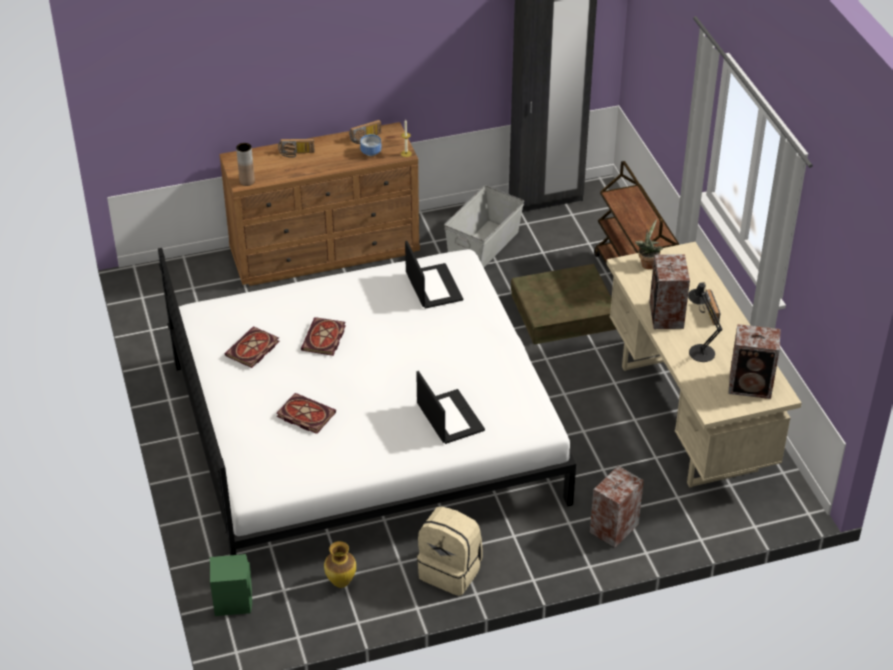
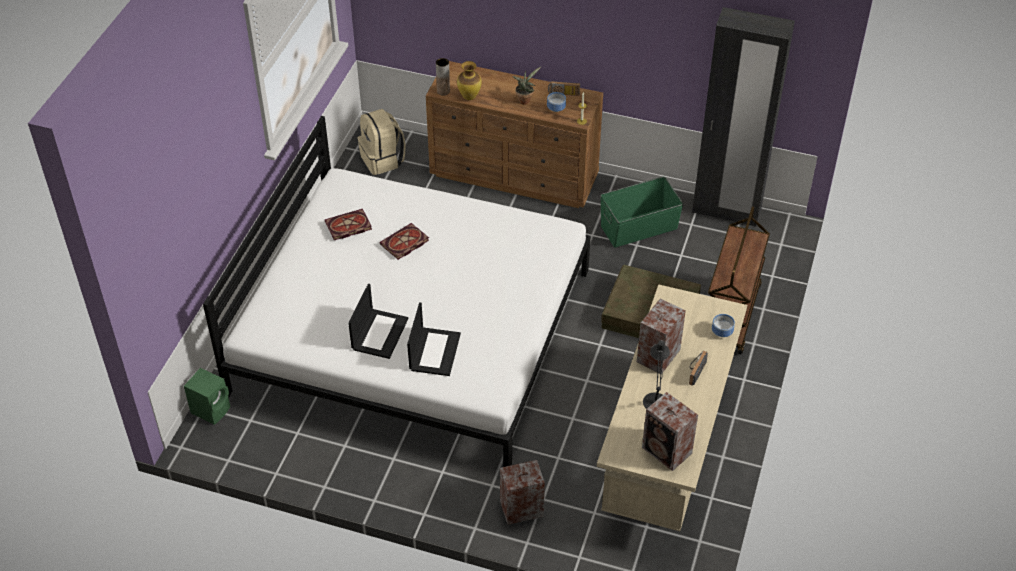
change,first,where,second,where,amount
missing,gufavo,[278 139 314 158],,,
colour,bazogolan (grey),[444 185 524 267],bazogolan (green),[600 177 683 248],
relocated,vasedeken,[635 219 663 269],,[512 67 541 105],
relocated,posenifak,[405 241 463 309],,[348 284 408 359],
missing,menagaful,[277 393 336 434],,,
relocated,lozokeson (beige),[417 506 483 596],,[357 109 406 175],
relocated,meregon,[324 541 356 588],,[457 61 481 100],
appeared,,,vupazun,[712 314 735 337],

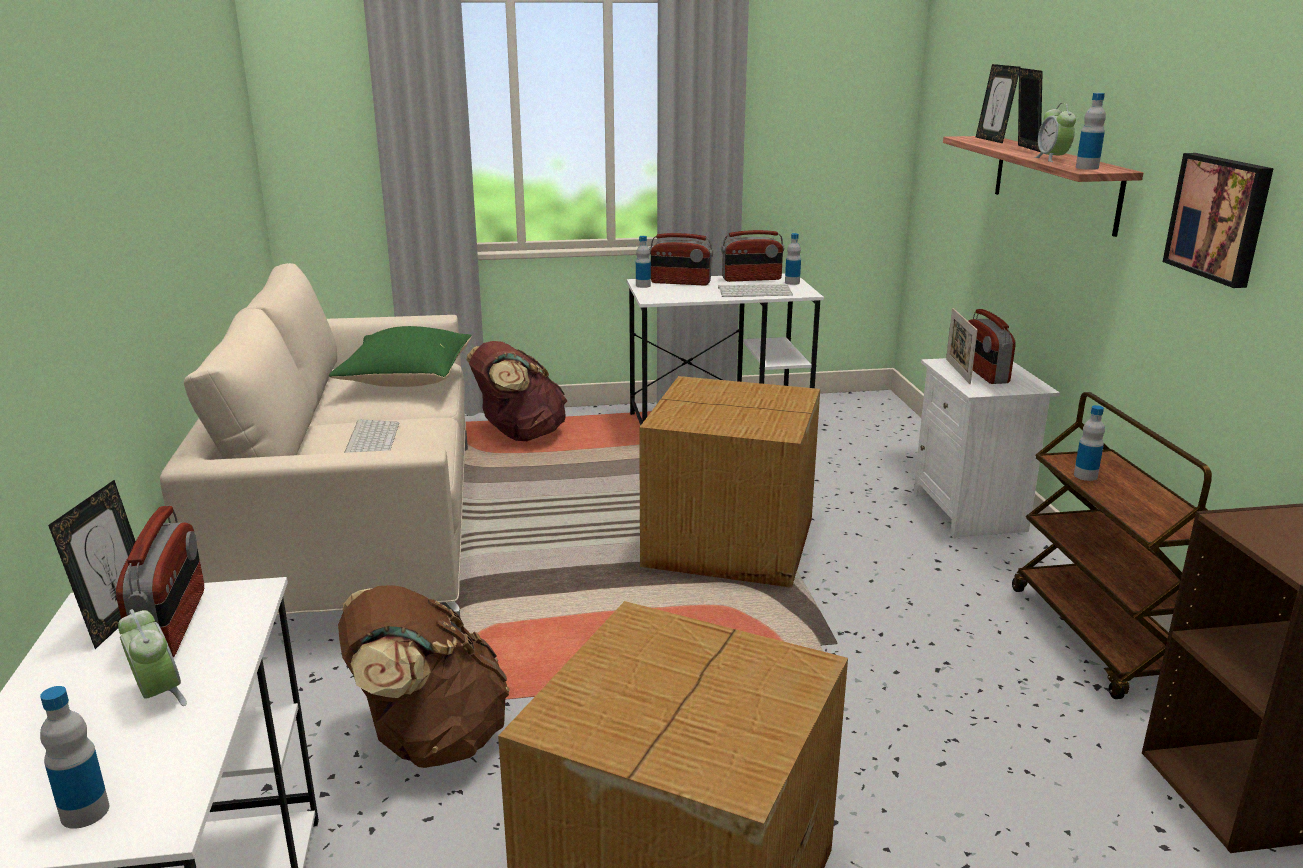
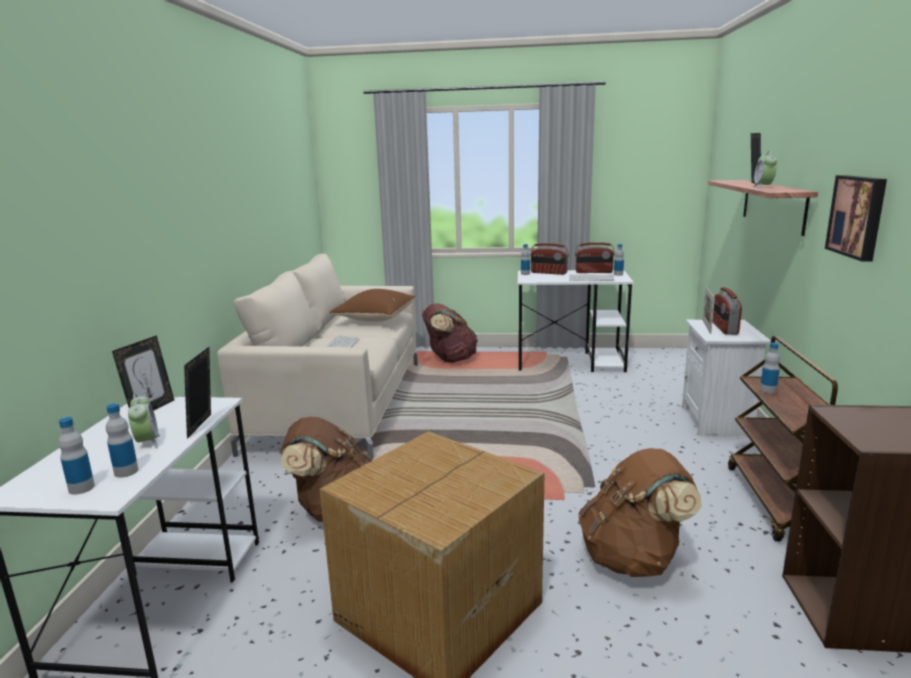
change,first,where,second,where,amount
relocated,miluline,[976 64 1021 143],,[184 347 211 438],
relocated,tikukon,[1076 93 1106 170],,[106 403 139 478],
colour,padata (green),[329 326 472 387],padata (brown),[330 289 417 322],
missing,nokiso,[639 376 820 588],,,
missing,gufavo,[116 506 204 657],,,
appeared,,,lozokeson (brown),[578 448 702 577],

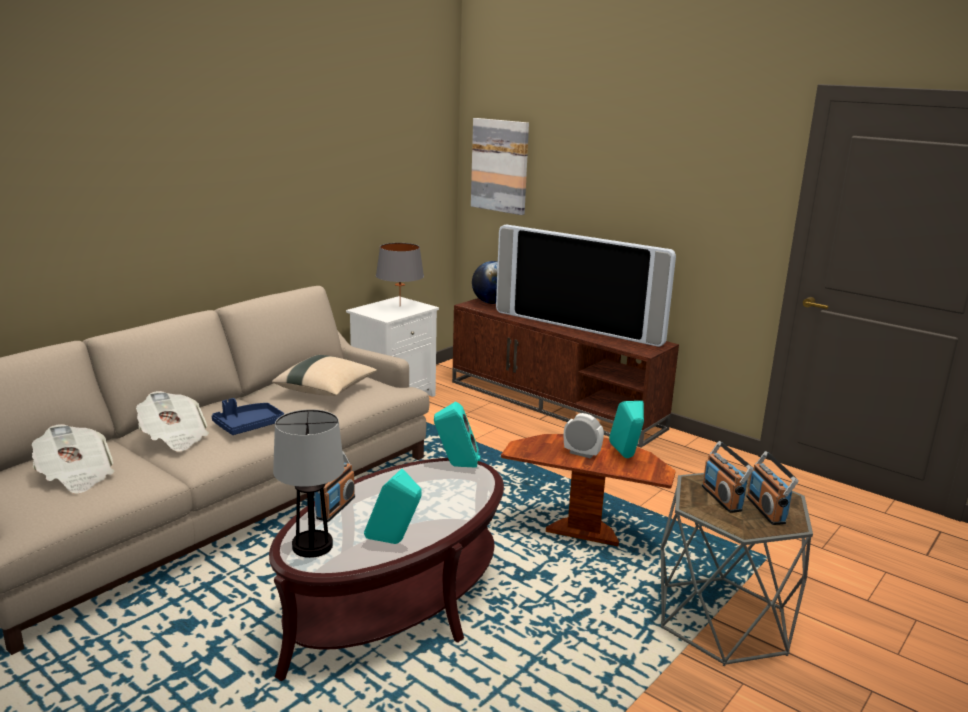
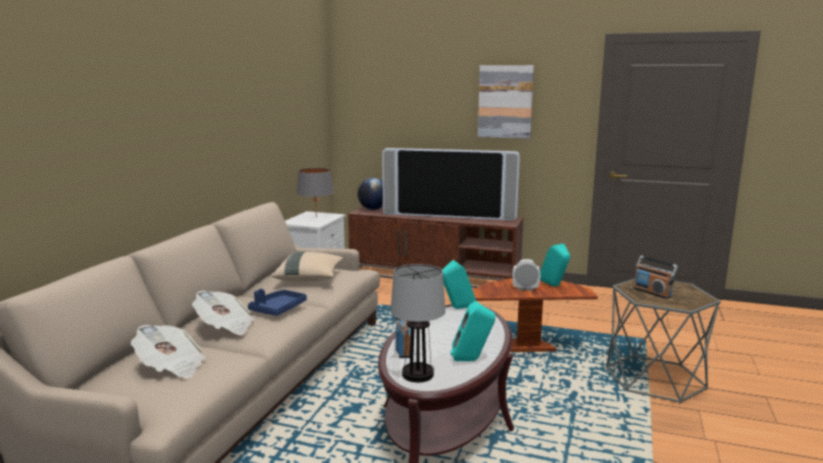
change,first,where,second,where,amount
relocated,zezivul,[471 118 529 215],,[478 65 534 139],
missing,gufavo,[746 451 799 525],,,

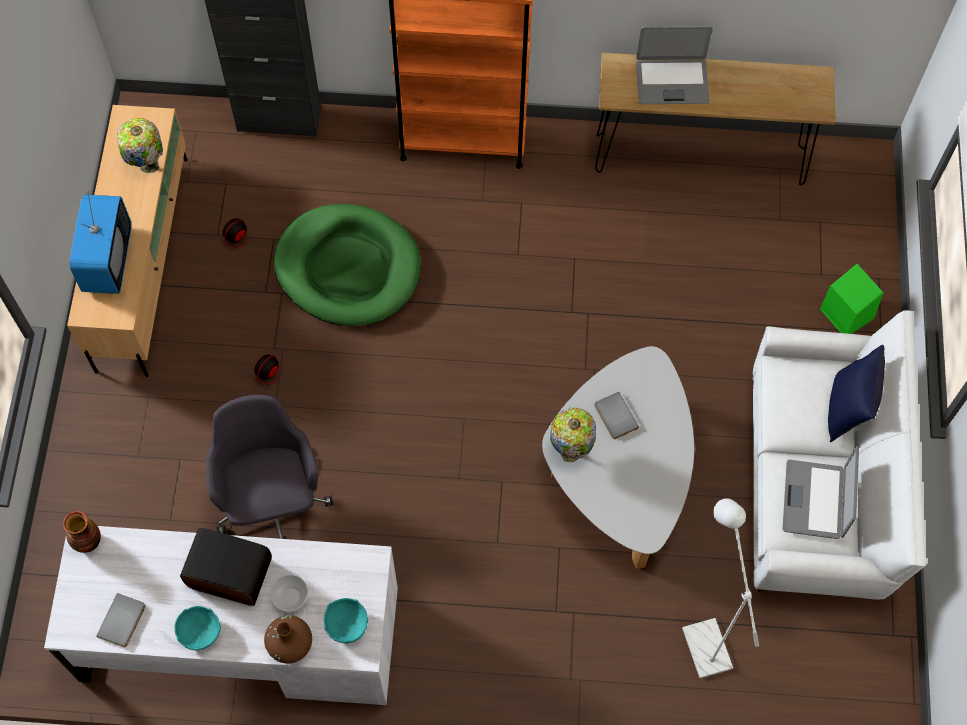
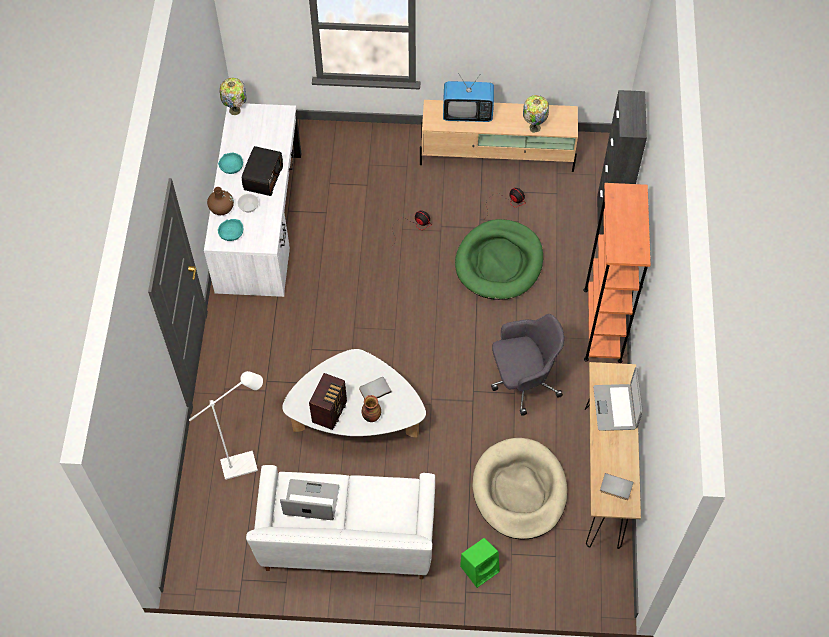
change,first,where,second,where,amount
missing,padata (blue),[828 345 885 442],,,
relocated,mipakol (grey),[205 395 334 539],,[491 314 564 416],
relocated,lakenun,[550 408 596 462],,[219 78 247 115],
relocated,meregon,[63 511 101 553],,[362 395 381 422],
relocated,menagaful (grey),[96 593 146 647],,[600 473 633 500],
appeared,,,gufavo,[309 373 347 430],
appeared,,,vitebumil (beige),[473 438 567 540],

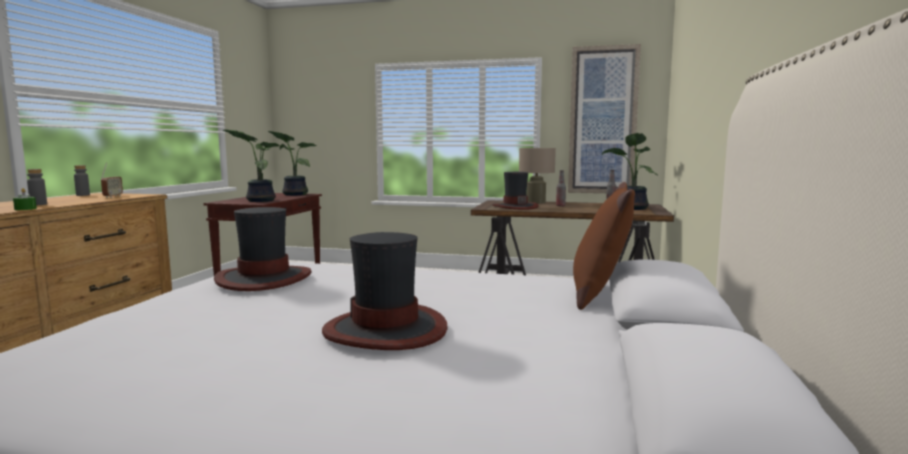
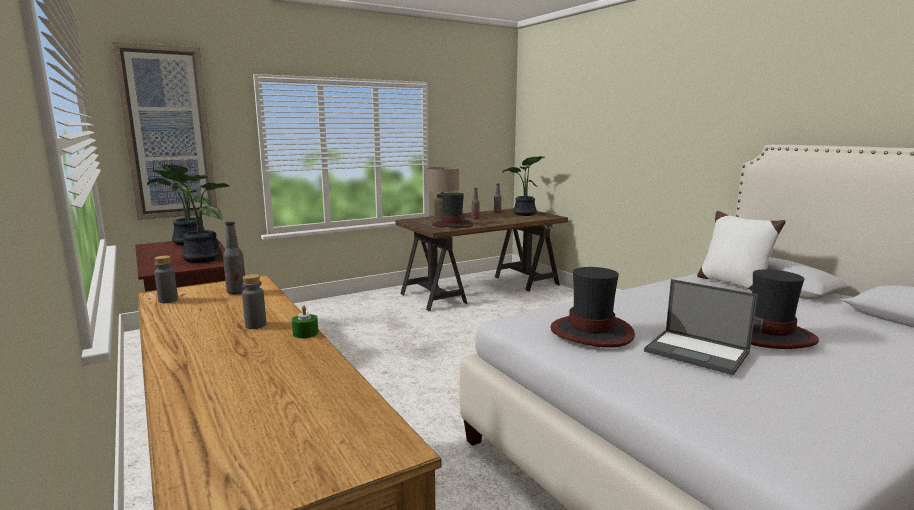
change,first,where,second,where,amount
relocated,zezivul,[568 44 641 193],,[112 42 217 220],
exchanged,gufavo,[101 163 123 198],tikukon,[223 222 245 295],
colour,padata (brown),[573 182 635 310],padata (white),[697 211 786 290],
appeared,,,posenifak,[644 279 758 375],

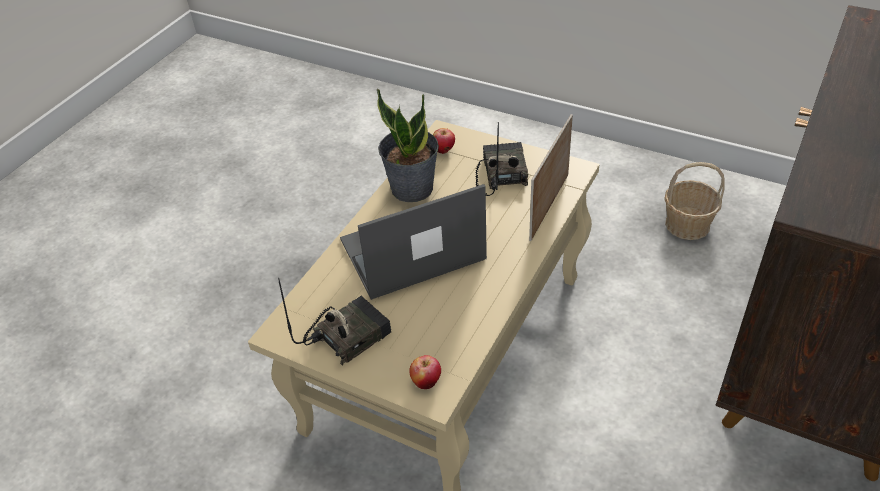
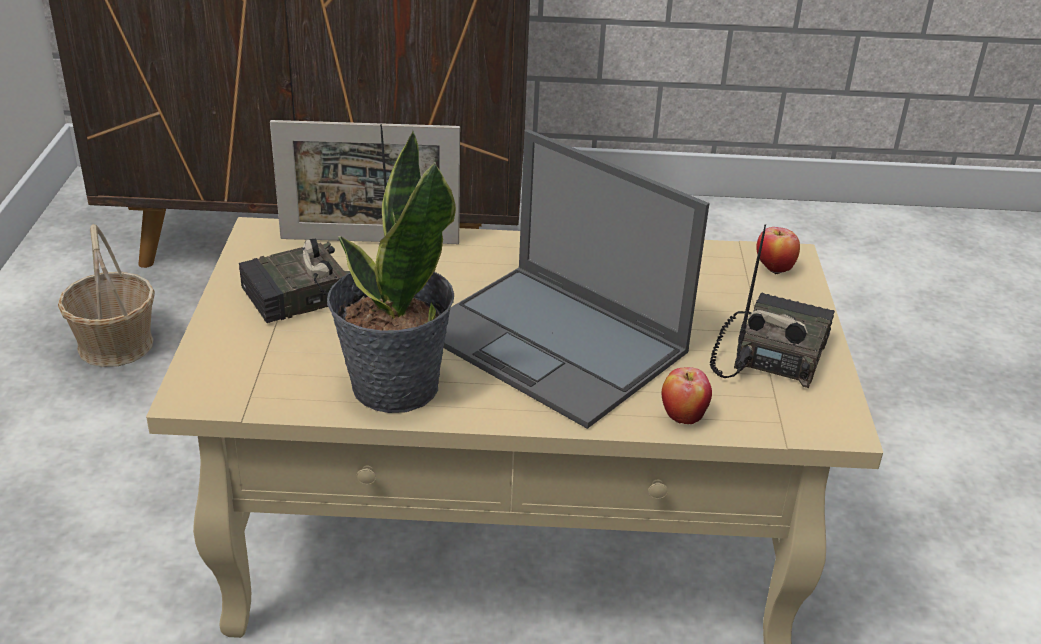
change,first,where,second,where,amount
relocated,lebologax,[433 128 455 154],,[662 367 712 424],
spun,gufavo,[278 278 391 366],,[710 224 835 388],90 degrees clockwise

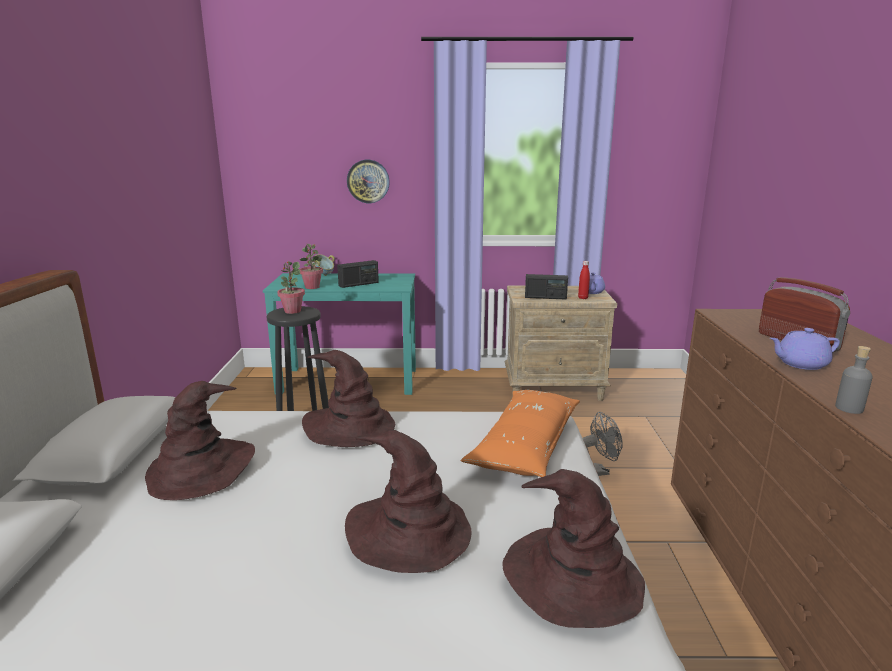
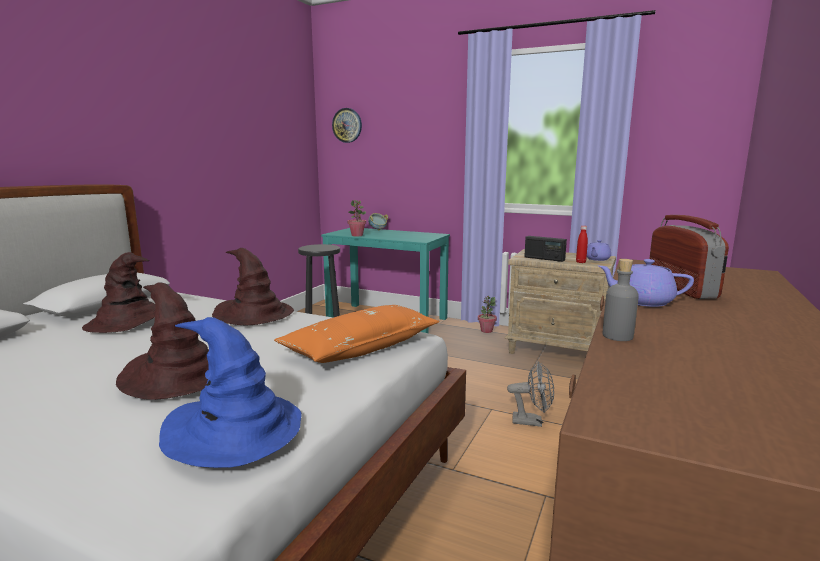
change,first,where,second,where,amount
relocated,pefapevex,[347 160 390 203],,[332 108 362 143],
missing,gufavo,[337 260 379 288],,,
relocated,vasedeken,[277 261 305 314],,[478 296 497 333],
colour,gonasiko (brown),[503 469 645 628],gonasiko (blue),[159 317 302 468],

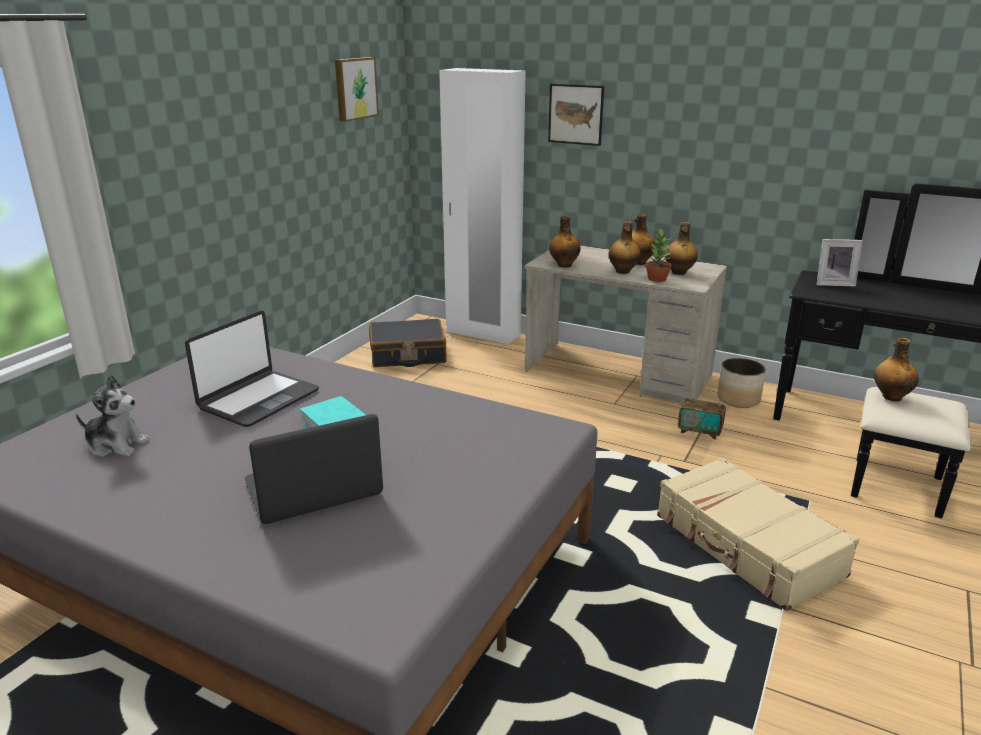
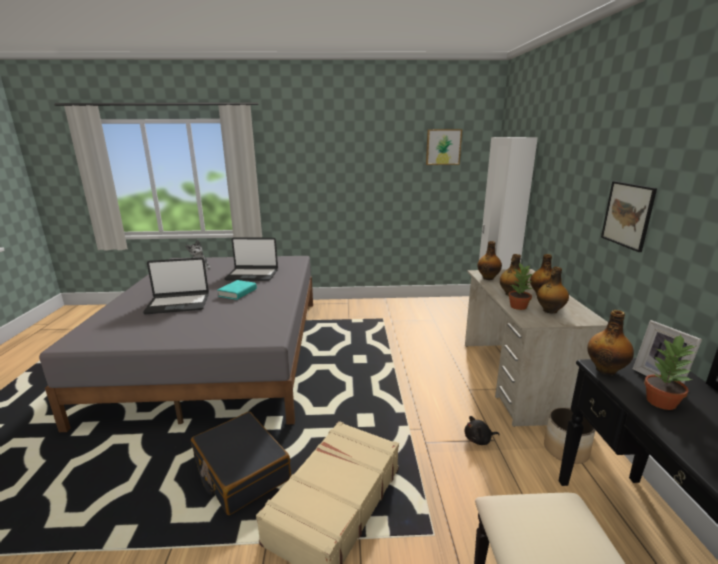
change,first,where,second,where,amount
relocated,zezivul,[548 84 604 146],,[601 181 657 252],
relocated,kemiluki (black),[369 319 447 367],,[191 412 291 515],
relocated,tikukon,[874 338 919 401],,[587 310 634 375],
exchanged,gufavo,[678 383 726 440],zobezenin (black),[465 416 500 445],
spun,posenifak,[245 414 383 524],,[143 258 209 314],135 degrees clockwise
appeared,,,vasedeken,[644 335 696 410],

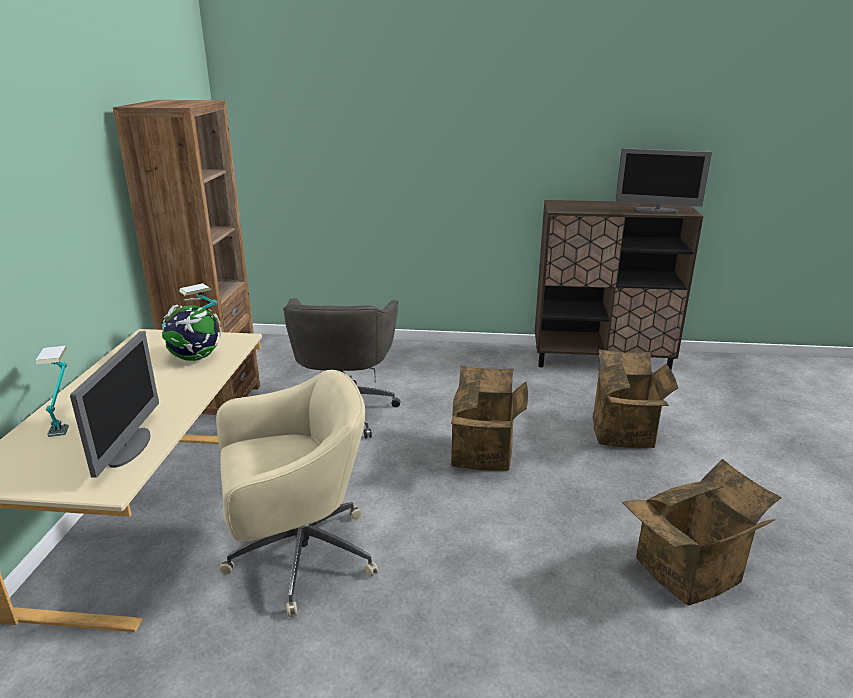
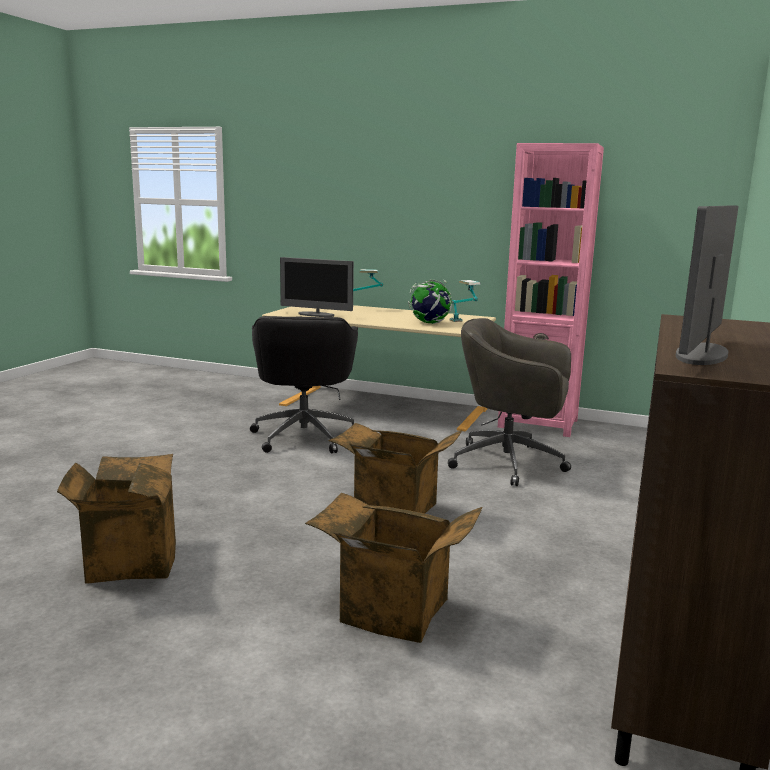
change,first,where,second,where,amount
colour,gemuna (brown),[113 100 260 415],gemuna (pink),[498 143 604 437],
colour,mipakol (beige),[216 370 378 617],mipakol (black),[250 316 358 454],

